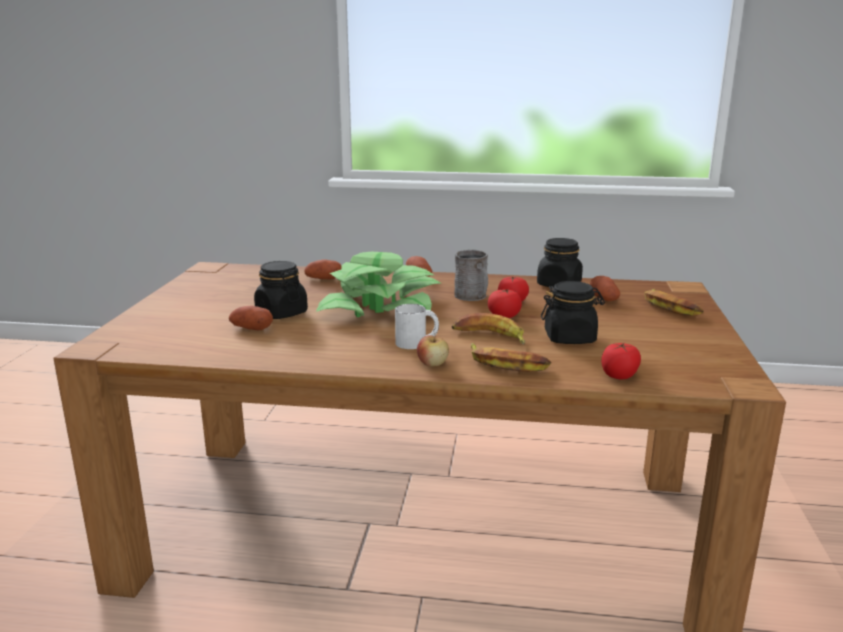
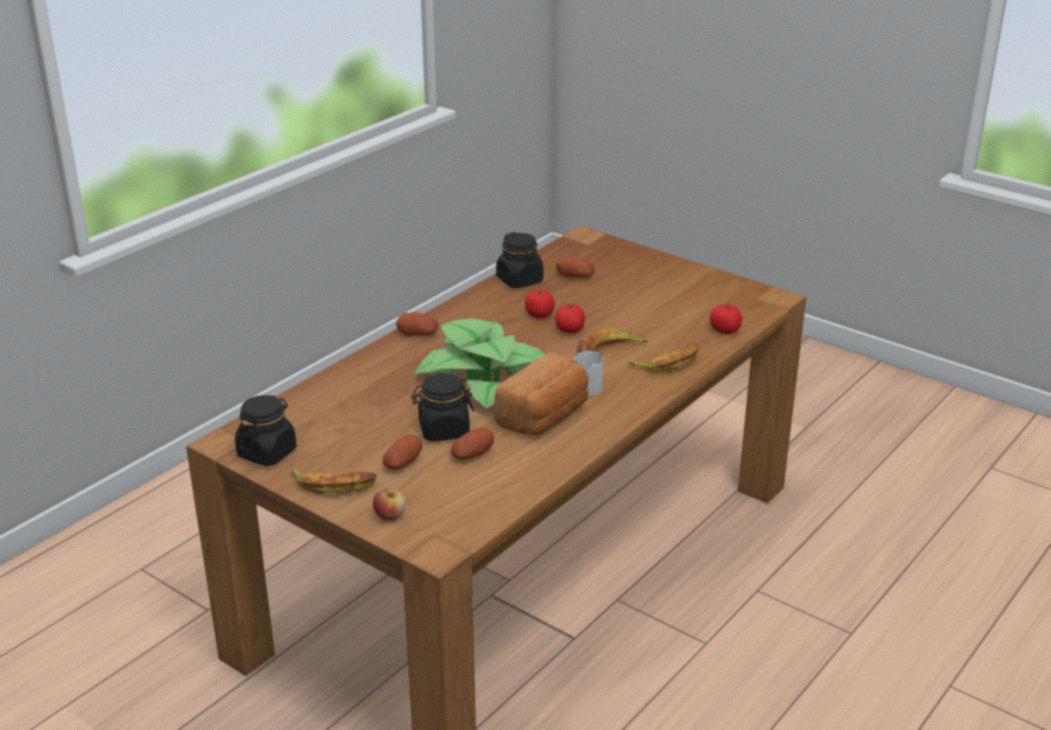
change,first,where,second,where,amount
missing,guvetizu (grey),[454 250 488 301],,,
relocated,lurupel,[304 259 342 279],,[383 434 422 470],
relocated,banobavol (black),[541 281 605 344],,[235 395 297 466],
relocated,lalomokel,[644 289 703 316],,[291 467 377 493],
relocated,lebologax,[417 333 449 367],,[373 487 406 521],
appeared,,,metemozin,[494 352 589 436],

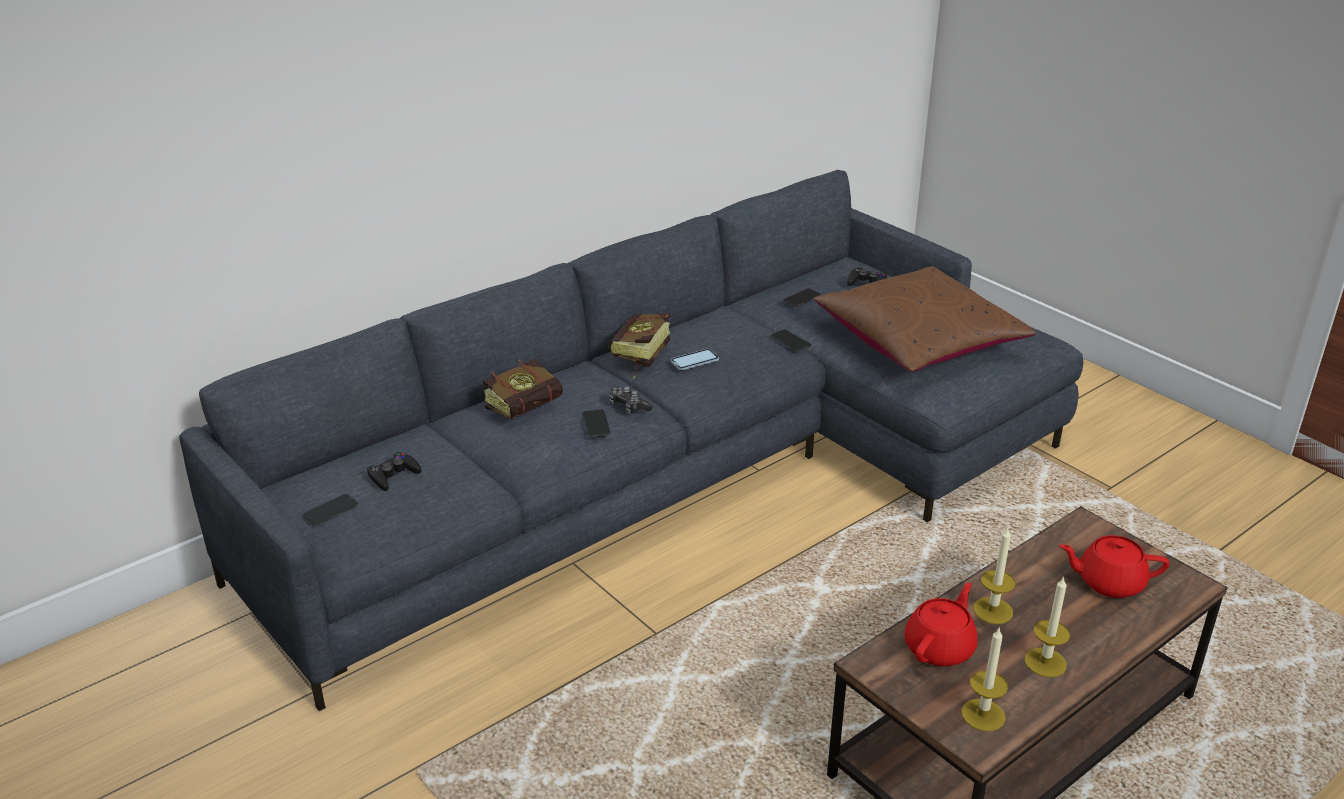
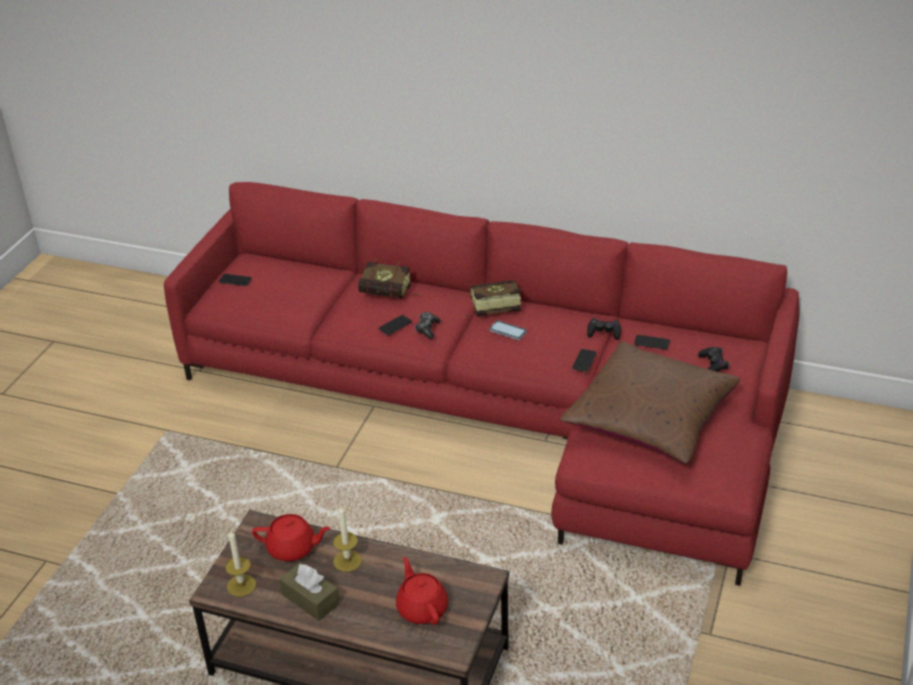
change,first,where,second,where,amount
colour,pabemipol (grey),[179 170 1083 711],pabemipol (red),[164 182 800 586],
relocated,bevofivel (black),[367 452 421 491],,[587 318 621 340],
exchanged,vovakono,[1024 576 1070 677],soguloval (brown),[279 562 340 621],

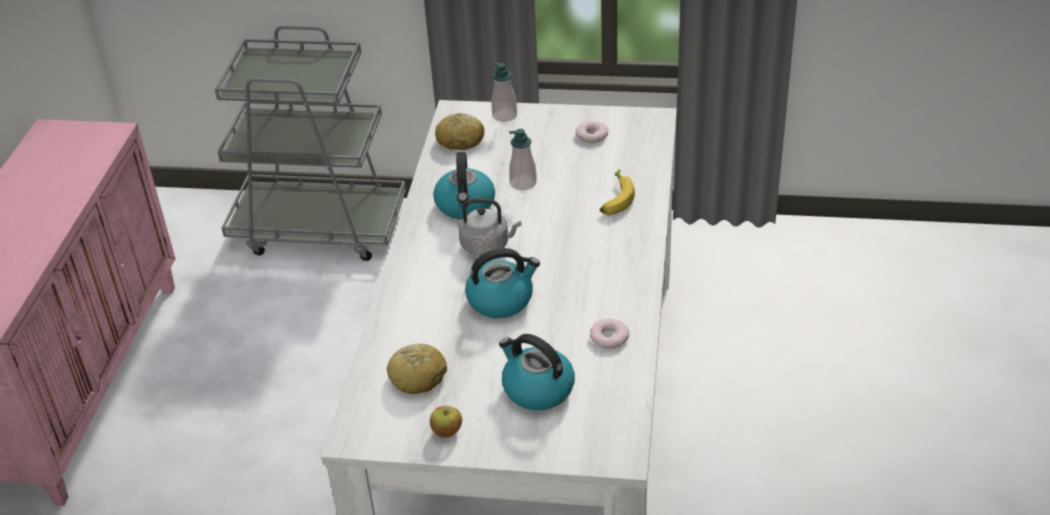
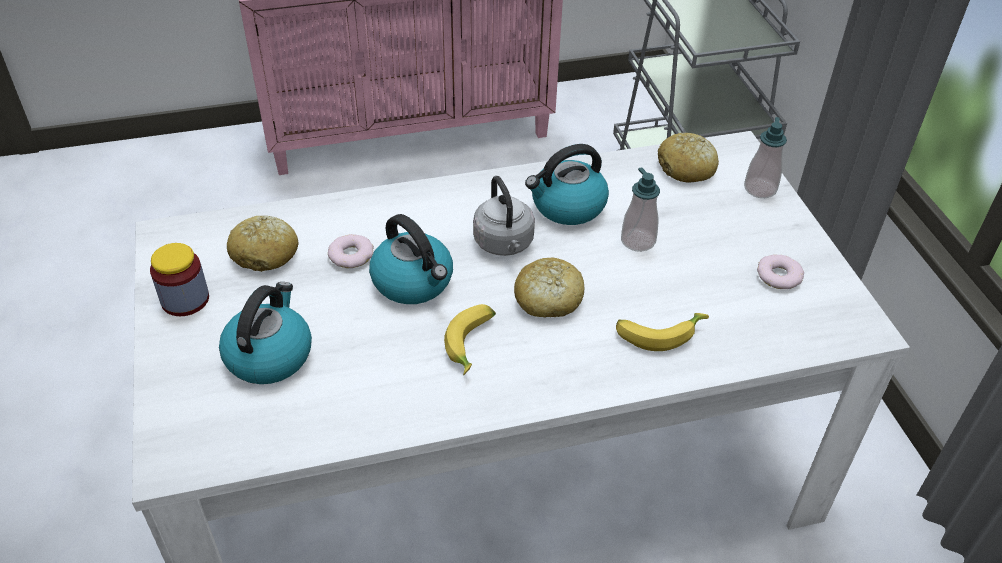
change,first,where,second,where,amount
relocated,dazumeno,[590 319 629 348],,[328 234 374 268],
exchanged,lebologax,[430 406 462 438],banobavol,[150 243 209 316],
appeared,,,metemozin,[514 257 584 318],
appeared,,,lalomokel,[444 304 496 375],

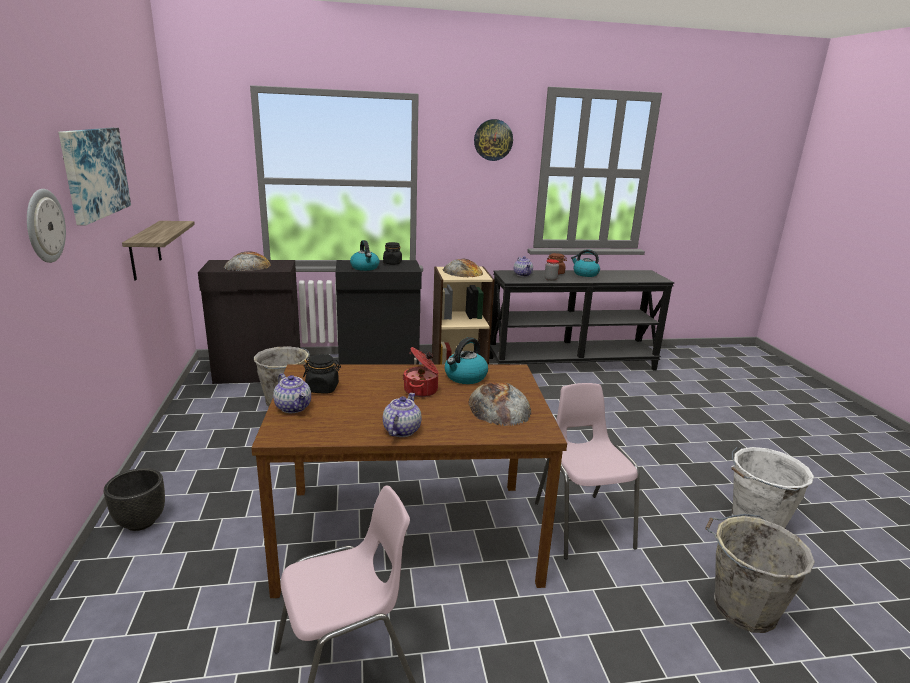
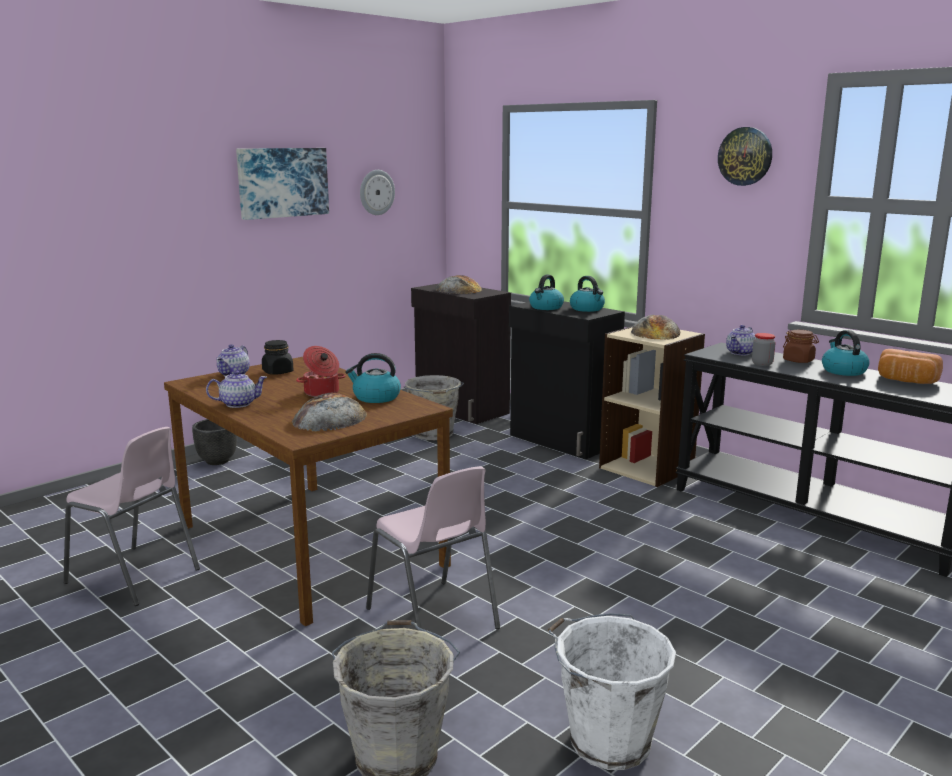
change,first,where,second,where,amount
relocated,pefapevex,[27 189 66 263],,[360 170 395 215],
missing,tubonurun,[122 221 195 280],,,
exchanged,banobavol (black),[383 242 402 265],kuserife,[570 276 605 312],
spun,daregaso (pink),[535 383 640 559],,[366 466 500 631],105 degrees clockwise
appeared,,,metemozin,[878 349 943 384],

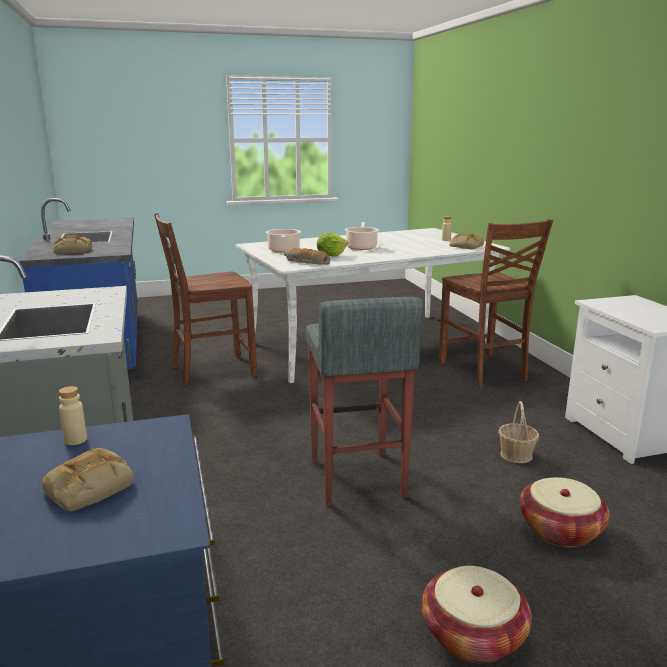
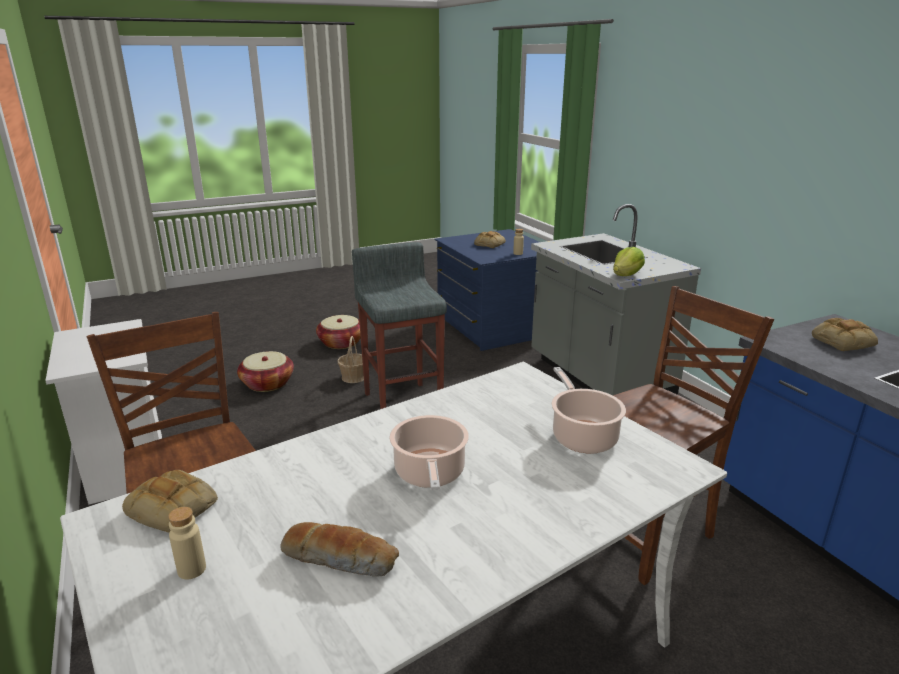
change,first,where,second,where,amount
relocated,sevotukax,[317 233 348 256],,[613 247 645 276],
relocated,metemozin,[284 248 330 265],,[280 522 399 577],
relocated,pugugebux,[498 401 539 463],,[338 336 364 383],

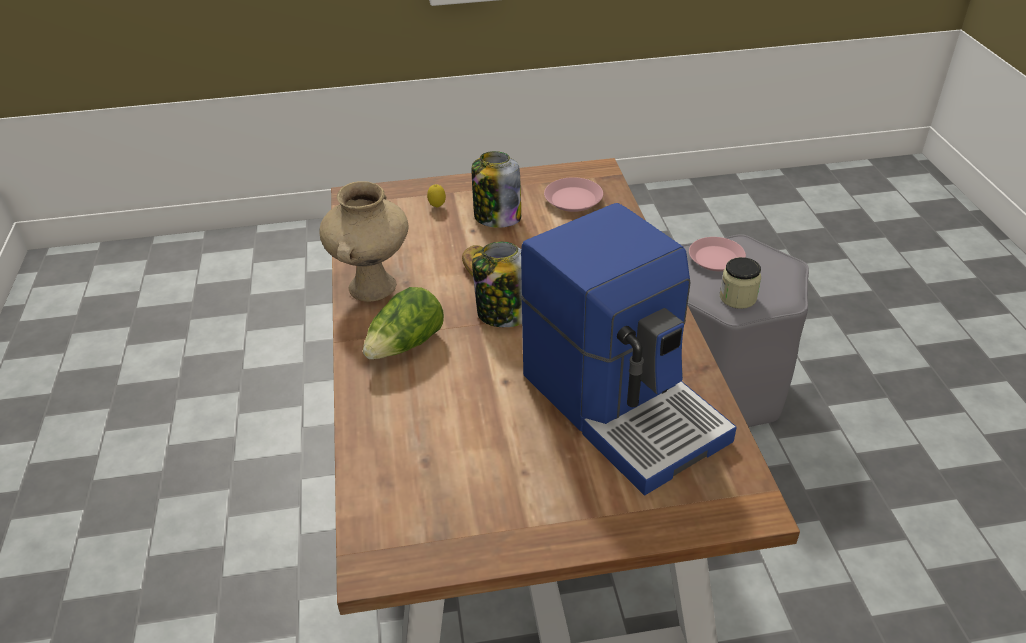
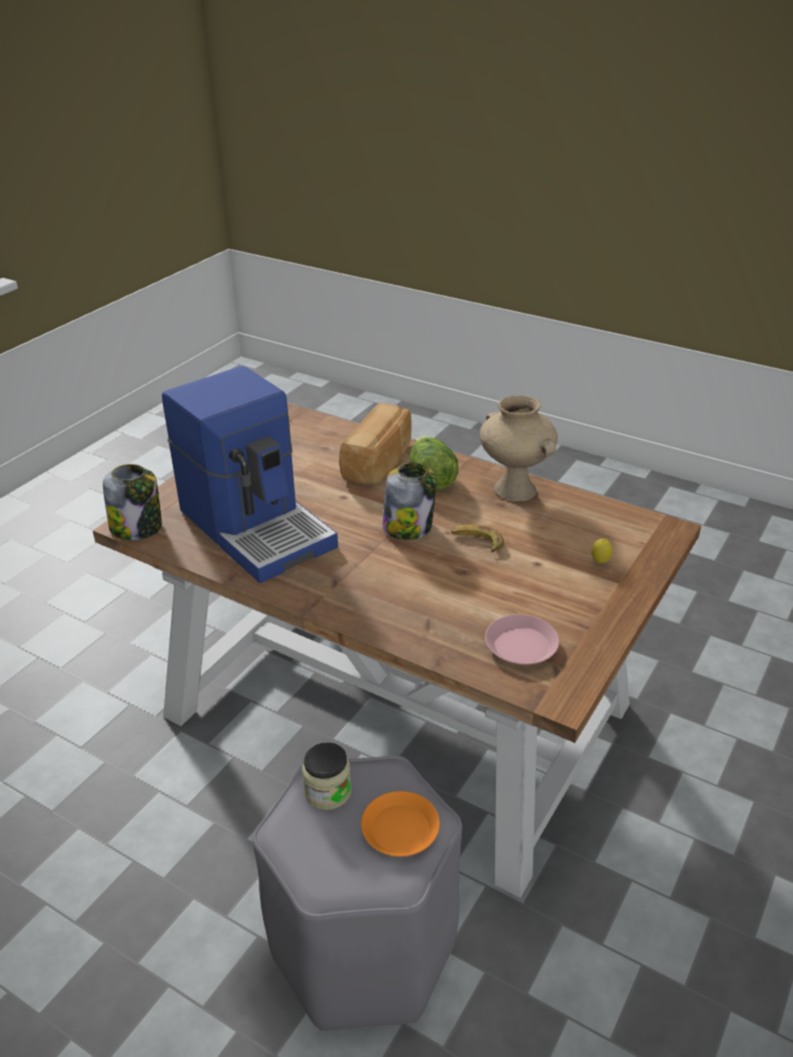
change,first,where,second,where,amount
relocated,banobavol,[472 151 521 228],,[103 464 162 540],
spun,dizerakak,[520 203 737 495],,[162 366 338 583],135 degrees counterclockwise
colour,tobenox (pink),[689 237 746 271],tobenox (orange),[361 791 440 857],
appeared,,,metemozin,[339 403 412 485],

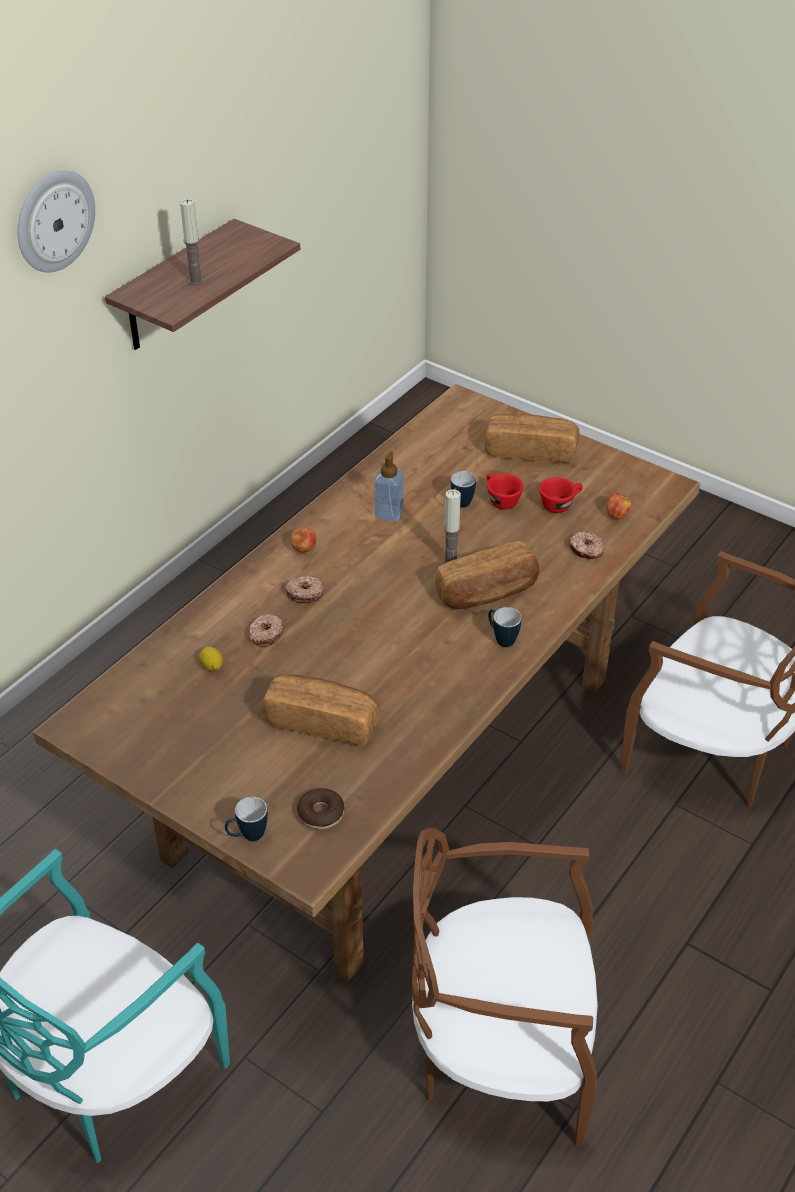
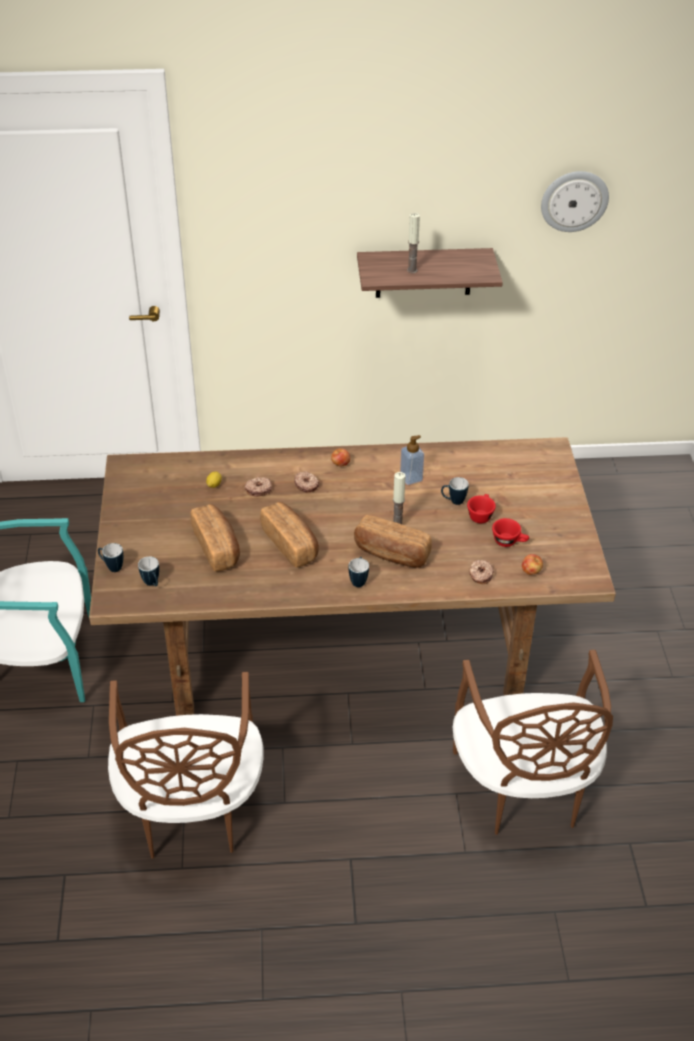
change,first,where,second,where,amount
relocated,pefapevex,[18 170 95 273],,[541 171 609 232],
relocated,metemozin,[485 414 579 463],,[260 502 319 568],
exchanged,dazumeno,[297 788 345 829],guvetizu,[138 556 159 586],
spun,daregaso (brown),[412 828 598 1146],,[108 672 263 859],150 degrees counterclockwise

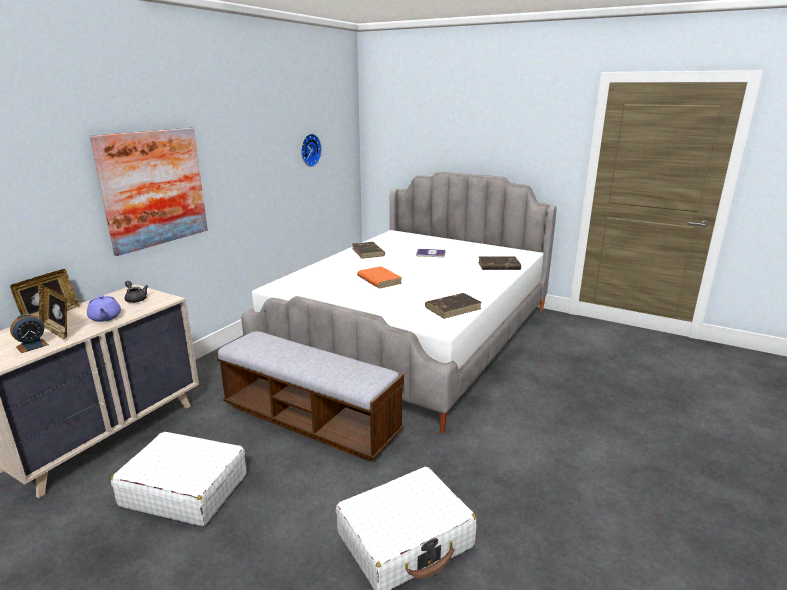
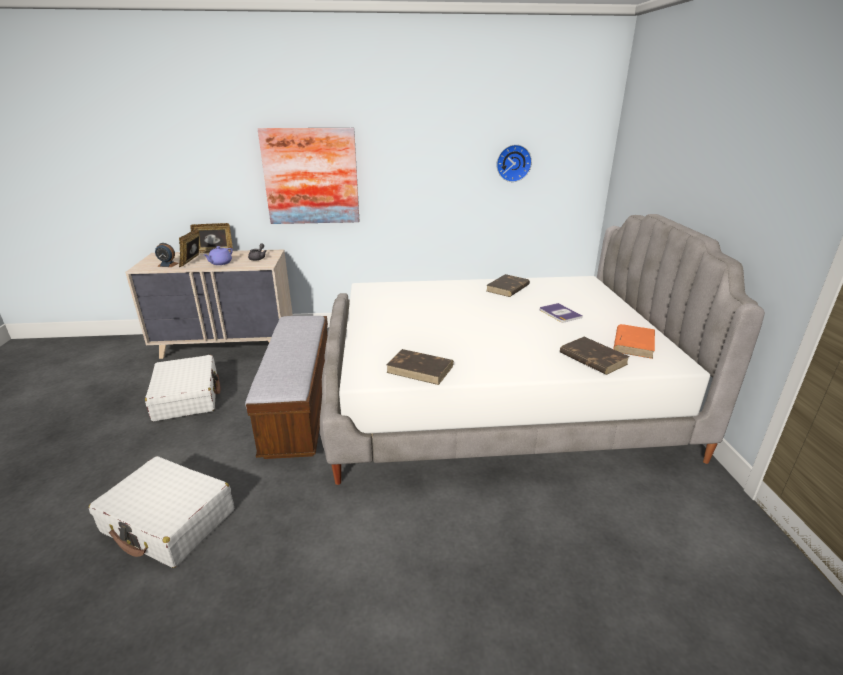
change,first,where,second,where,amount
relocated,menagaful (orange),[357 266 402 288],,[614 324 655 359],

